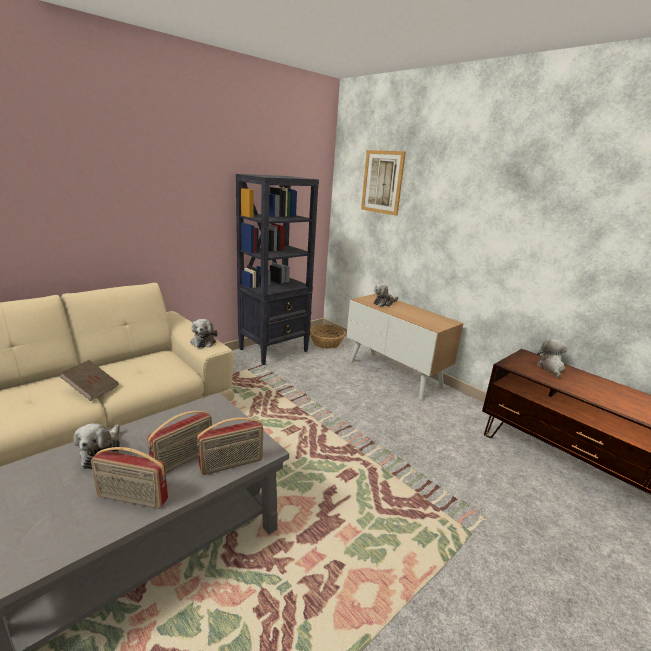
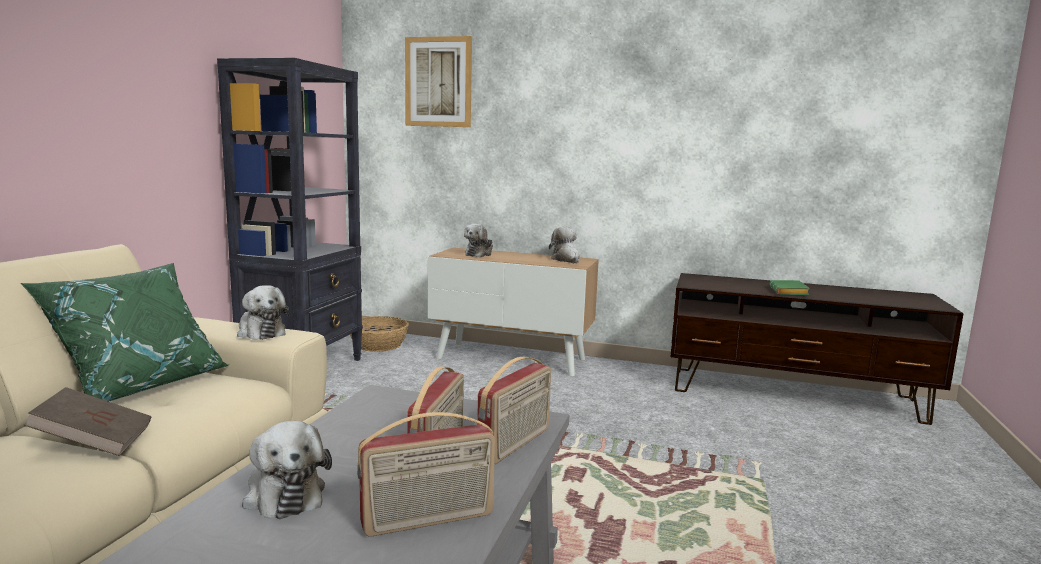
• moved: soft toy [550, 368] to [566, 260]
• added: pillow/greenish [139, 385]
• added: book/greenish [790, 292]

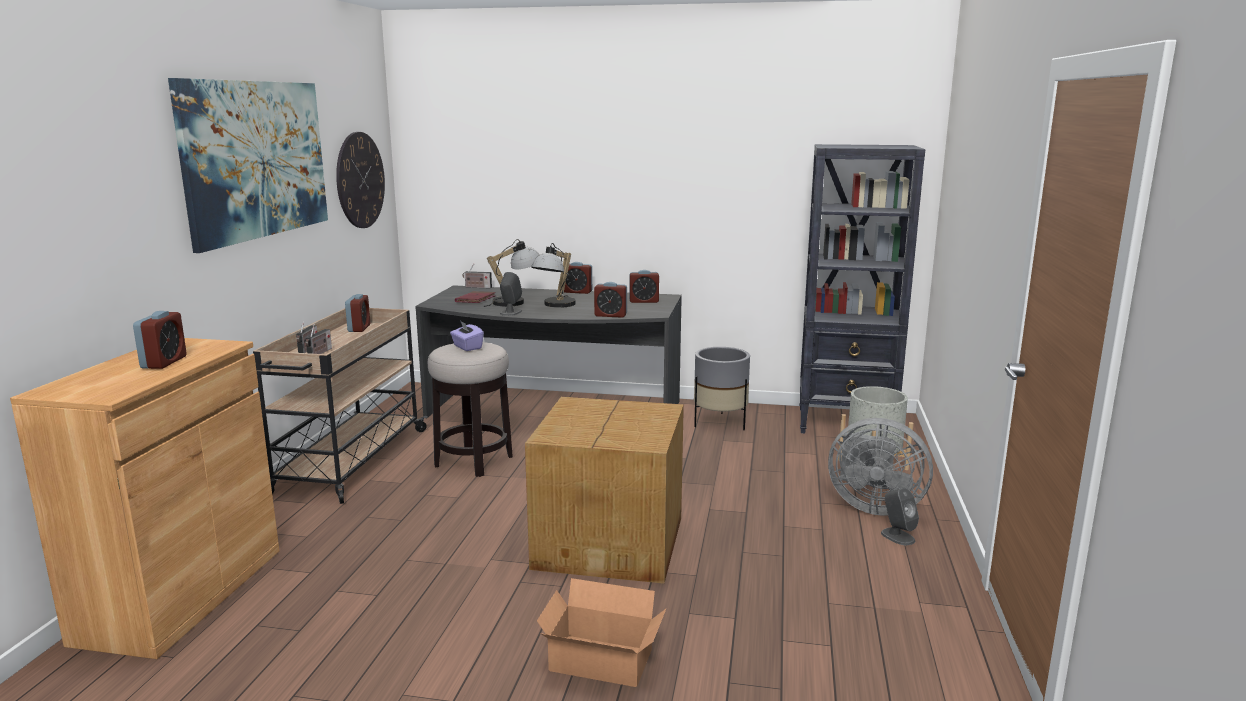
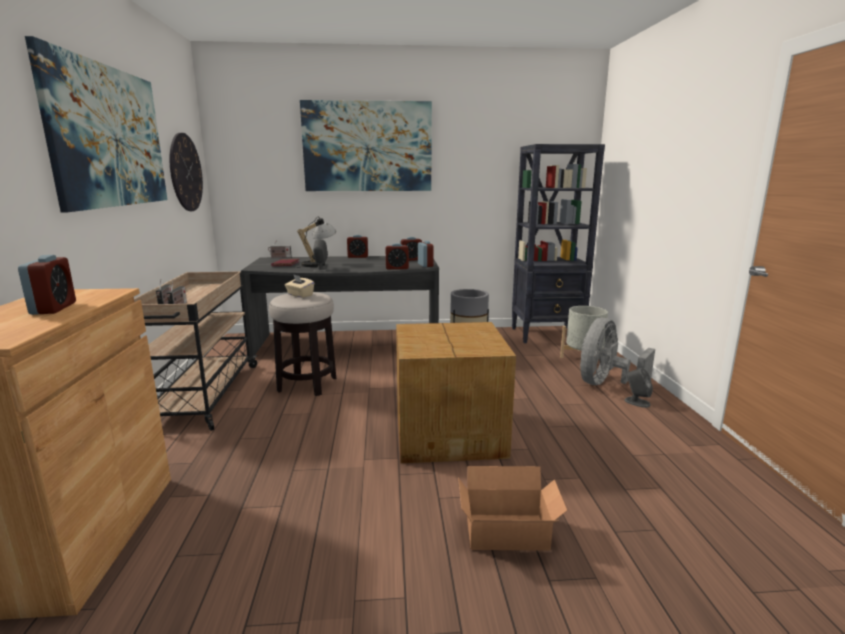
• removed: tabletop lamp [555, 305]
• moved: alarm clock [359, 328] to [425, 265]
• recoloured: box of tissues/purplish [467, 347] to box of tissues/sand-coloured [300, 295]
• turned: electric fan/gray [873, 506] = [605, 384] 120 degrees clockwise
• added: wall art [367, 147]

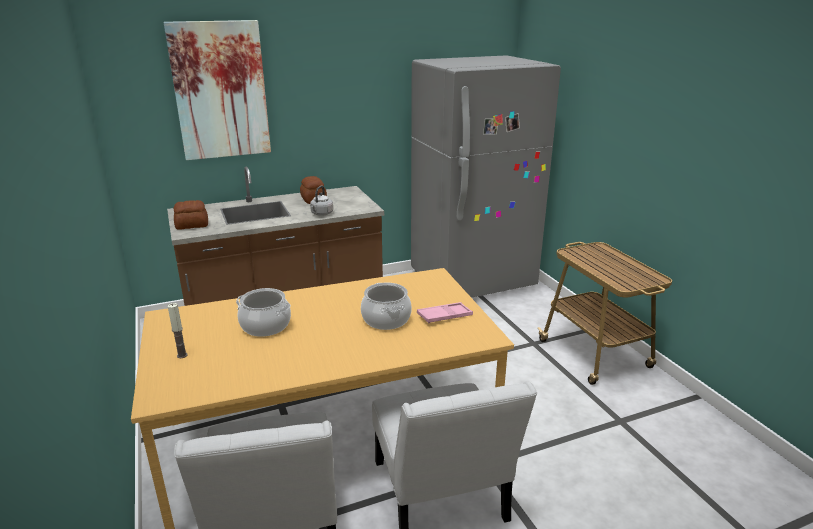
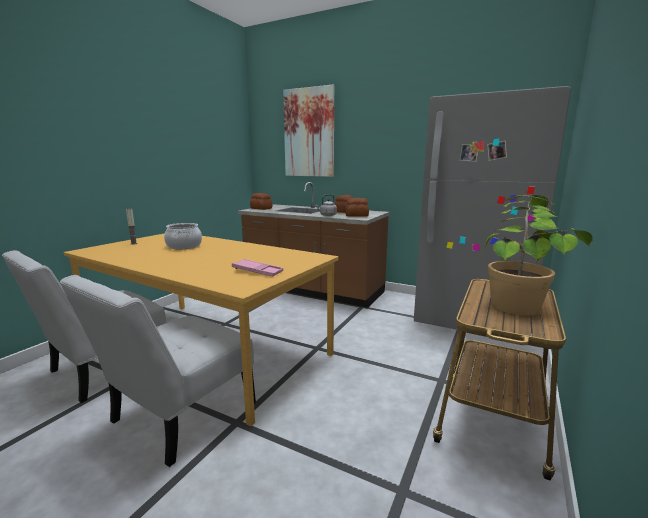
• removed: cooking pot [386, 319]
• added: potted plant [519, 299]
• added: baked bread [357, 215]

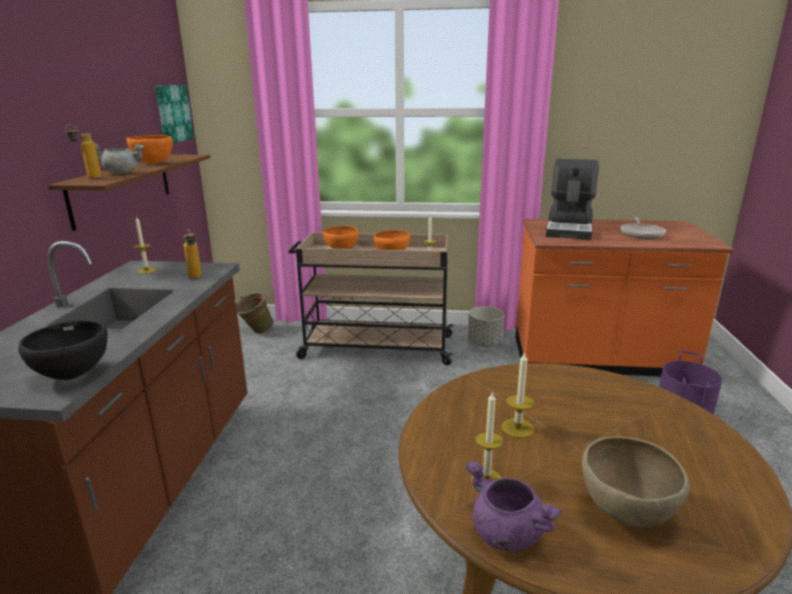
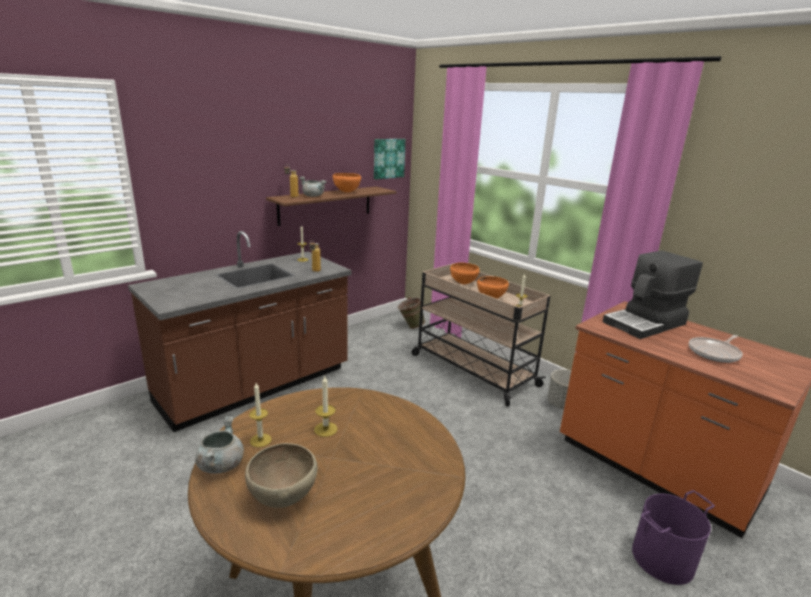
• removed: deep dish/blackish [74, 375]
• recoloured: cooking pot/purplish [505, 533] to cooking pot/gray [220, 464]

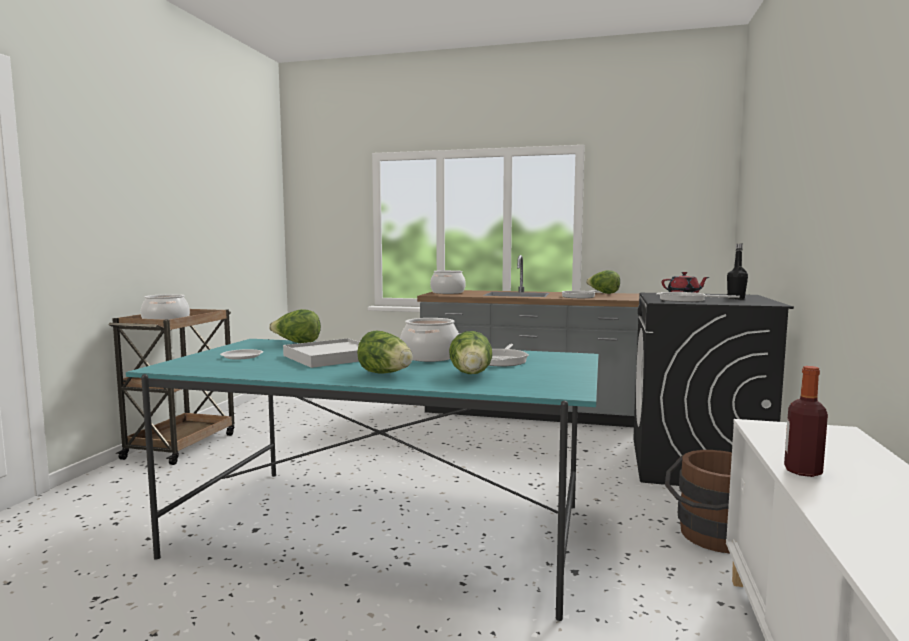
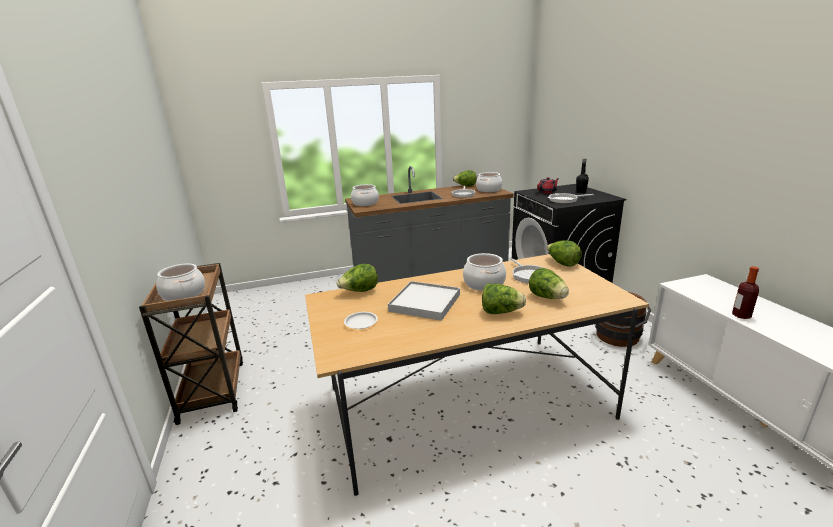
• recoloured: dinner table/blue-green [382, 530] to dinner table/sand-coloured [466, 402]
• added: cooking pot [489, 190]
• added: lettuce [562, 263]

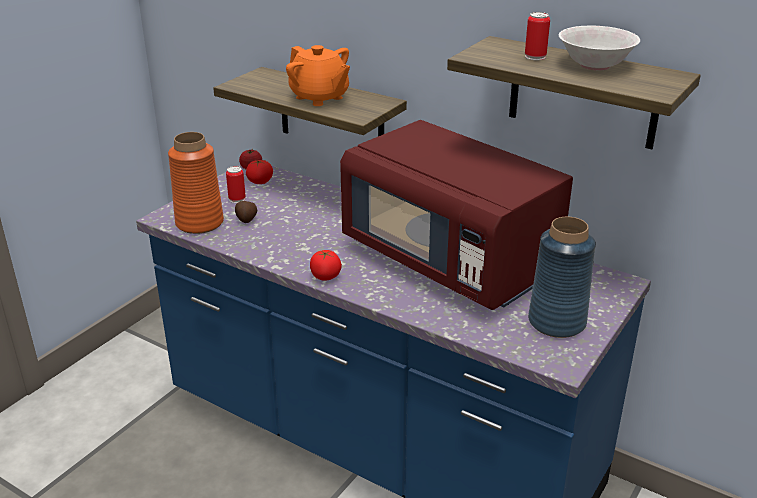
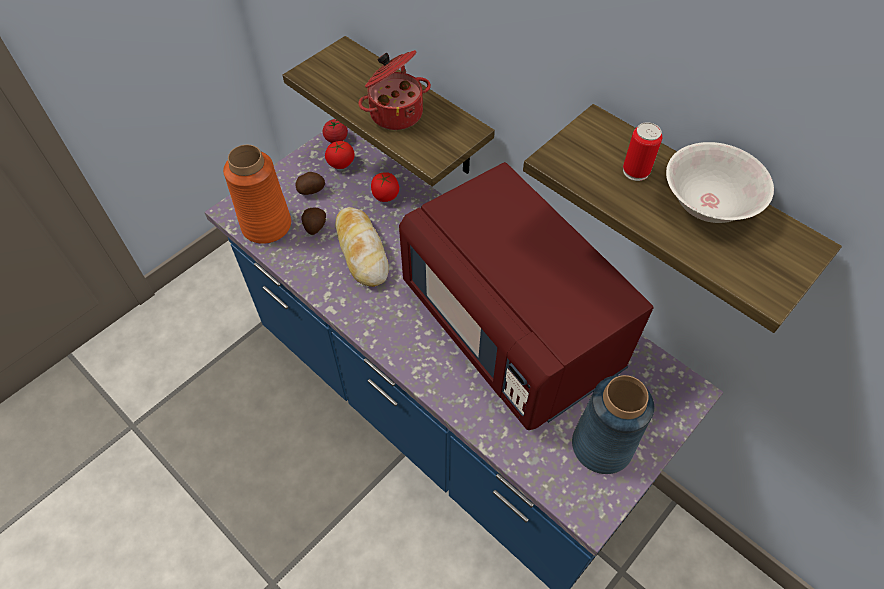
• replaced: tea pot/orange-coloured [319, 97] to cooking pot [395, 112]
• replaced: metal can [237, 199] to whole potato [311, 190]
• moved: whole tomato [325, 276] to [385, 195]
• added: baked bread [361, 251]

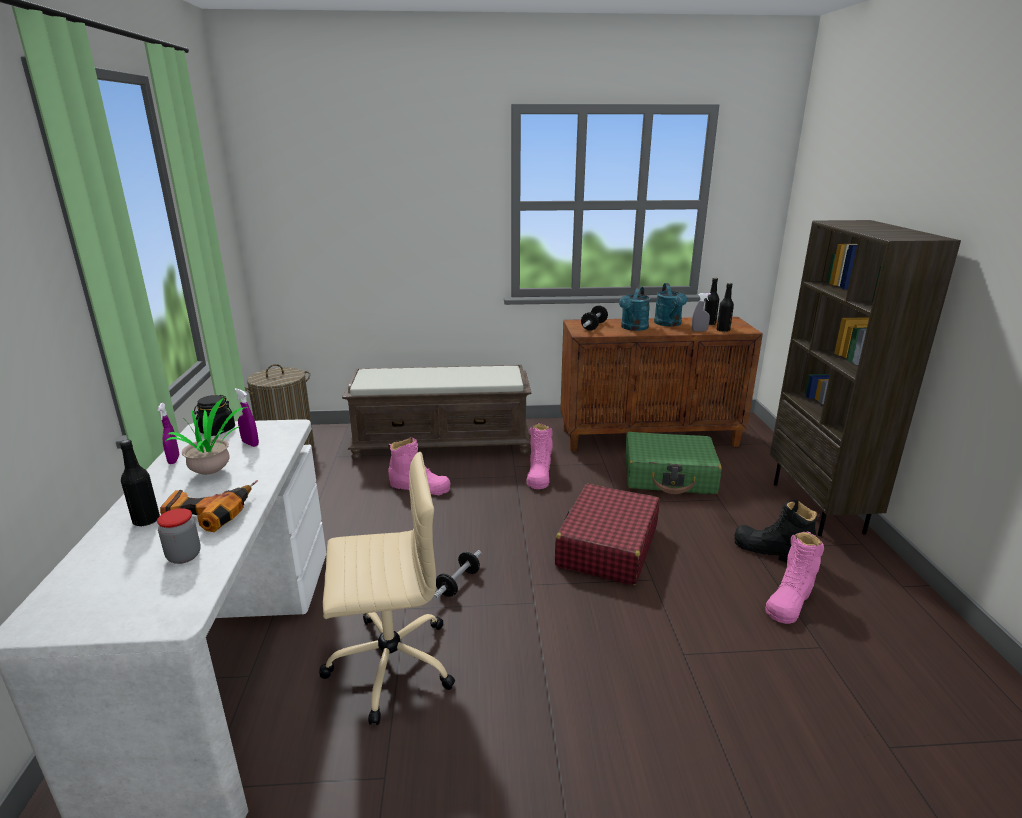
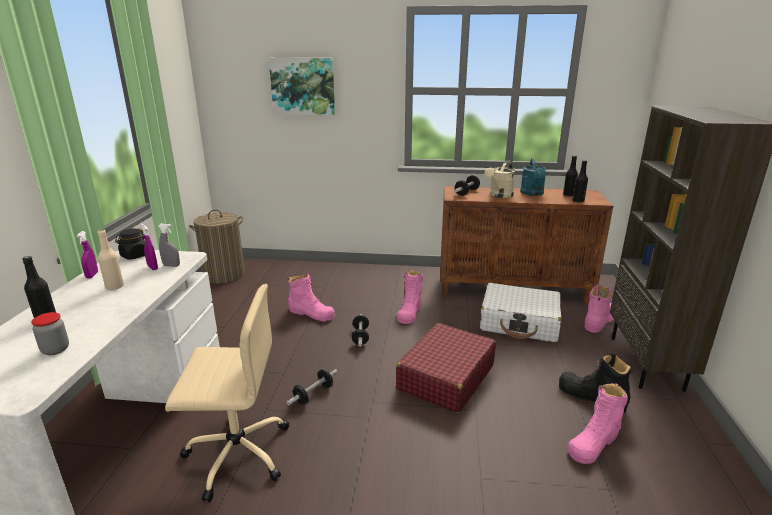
• recoloured: watering can/blue-green [633, 328] to watering can/sand-coloured [499, 195]
• moved: spray bottle/gray [699, 331] to [171, 265]
• removed: bench/brownish [442, 444]
• replaced: potted plant [214, 472] to bottle/sand-coloured [115, 287]
• recoloured: suitcase/greenish [669, 476] to suitcase/whitish [519, 323]
• removed: power drill [210, 511]
• added: wall art [303, 86]
• added: tall boot/pink [600, 321]
• added: dumbbell [360, 336]

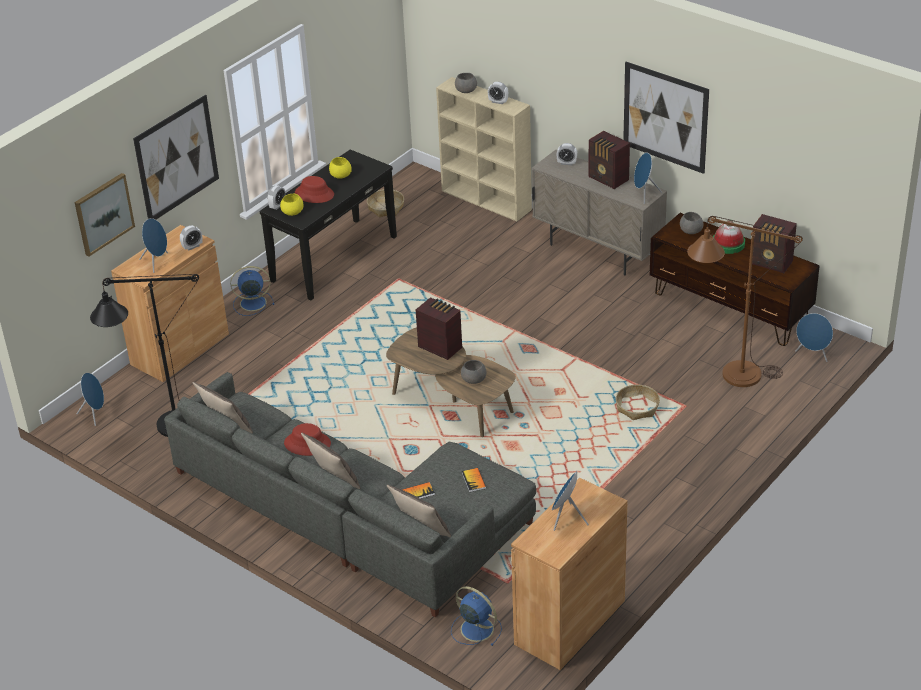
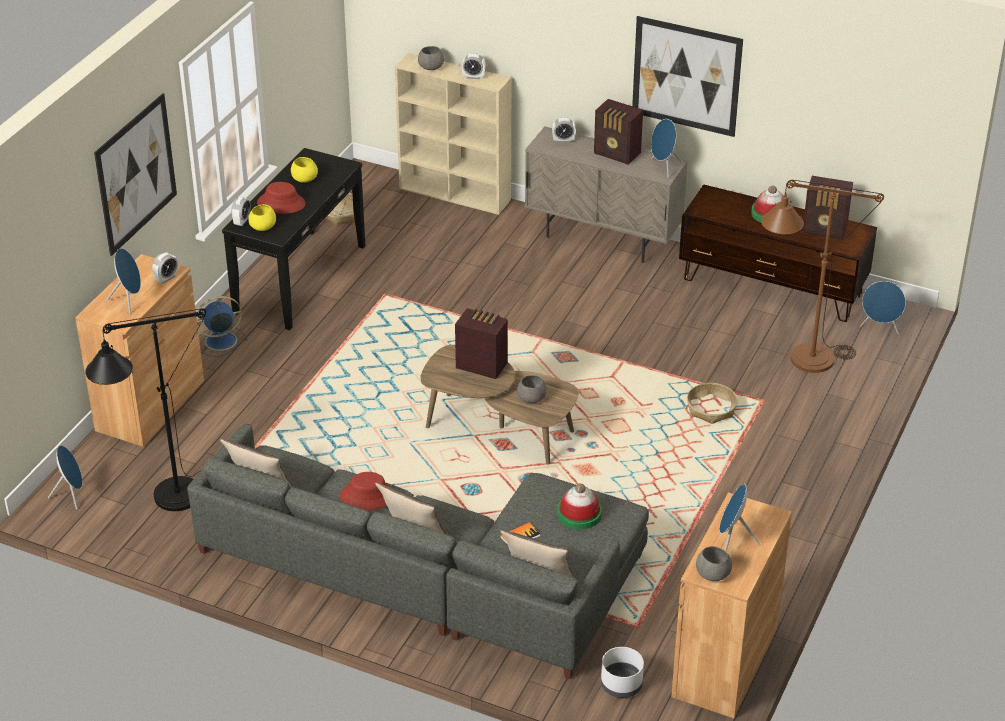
• removed: wall art [103, 213]
• moved: deep dish/gray [690, 230] to [712, 573]
• replaced: book [474, 480] to clothing hat [579, 514]
• replaced: electric fan/blue [475, 628] to plant pot/whitish [621, 685]

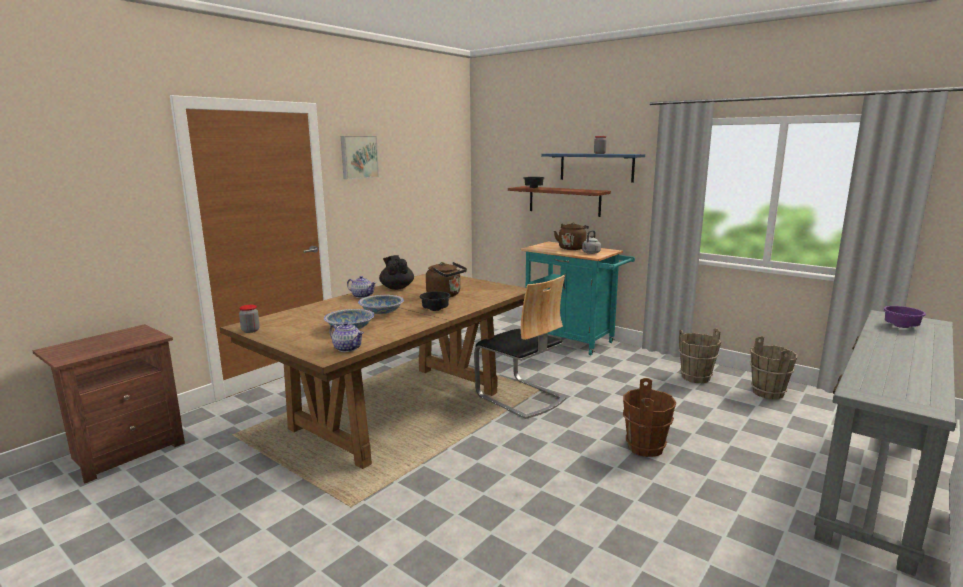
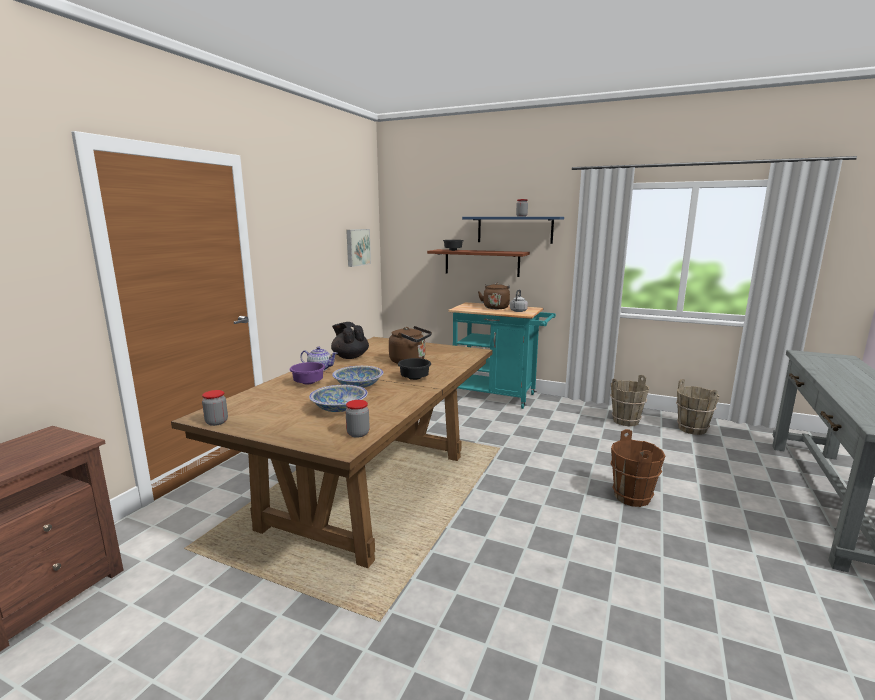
• moved: wall art [358, 157] to [357, 247]
• removed: plain chair [520, 397]
• moved: deep dish/purplish [902, 327] to [309, 383]
• replaced: tea pot [347, 348] to storage jar [358, 433]

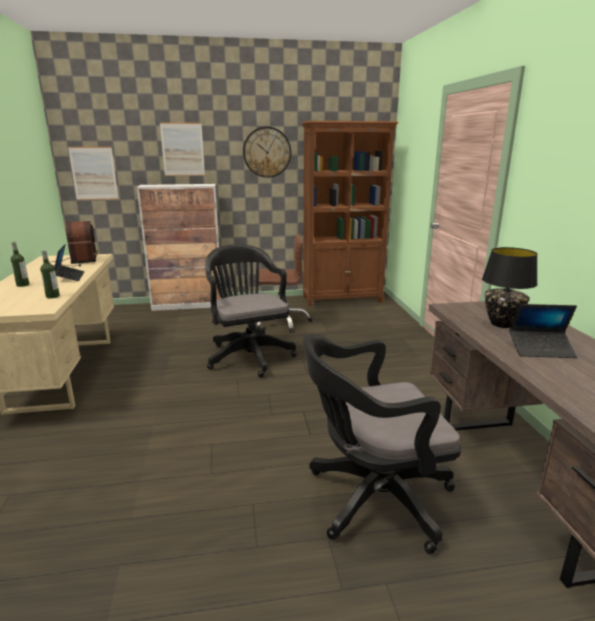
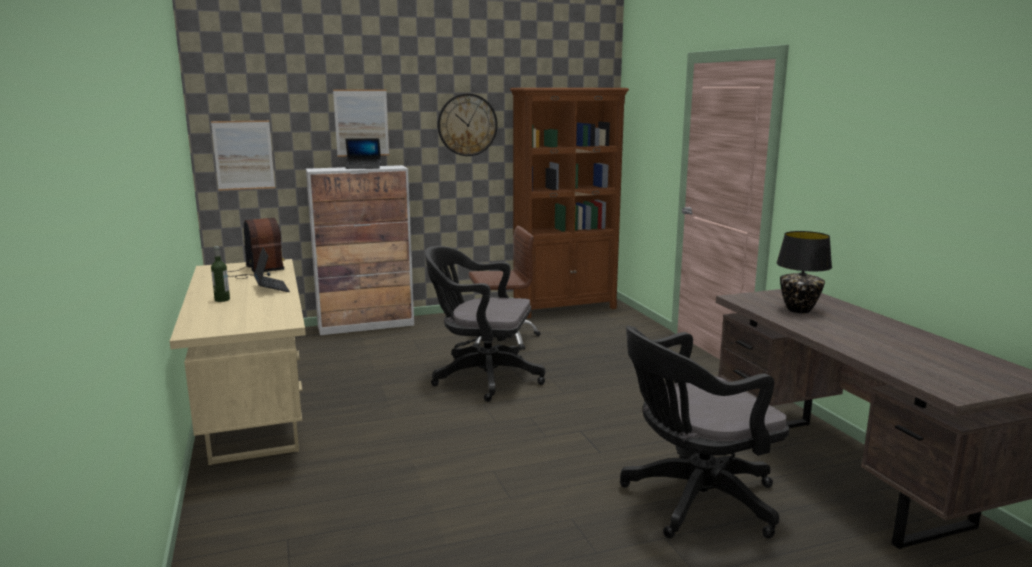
• turned: office chair/blackish [248, 355] = [481, 378] 45 degrees counterclockwise
• removed: bottle [52, 296]
• moved: laptop [541, 349] to [363, 167]

